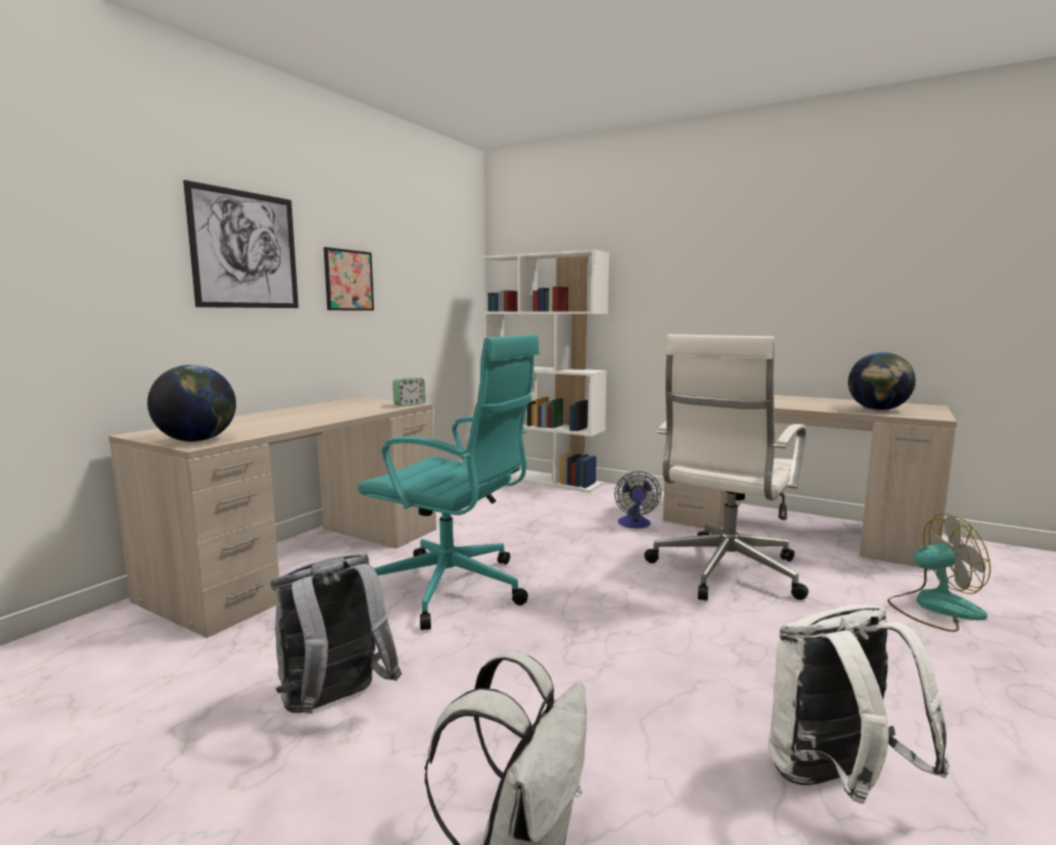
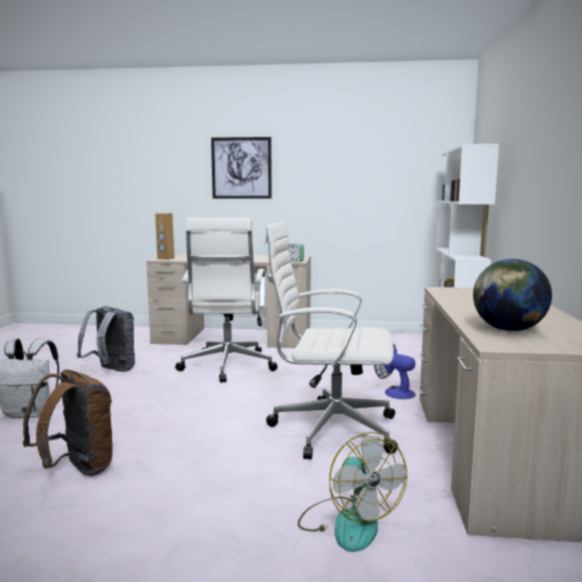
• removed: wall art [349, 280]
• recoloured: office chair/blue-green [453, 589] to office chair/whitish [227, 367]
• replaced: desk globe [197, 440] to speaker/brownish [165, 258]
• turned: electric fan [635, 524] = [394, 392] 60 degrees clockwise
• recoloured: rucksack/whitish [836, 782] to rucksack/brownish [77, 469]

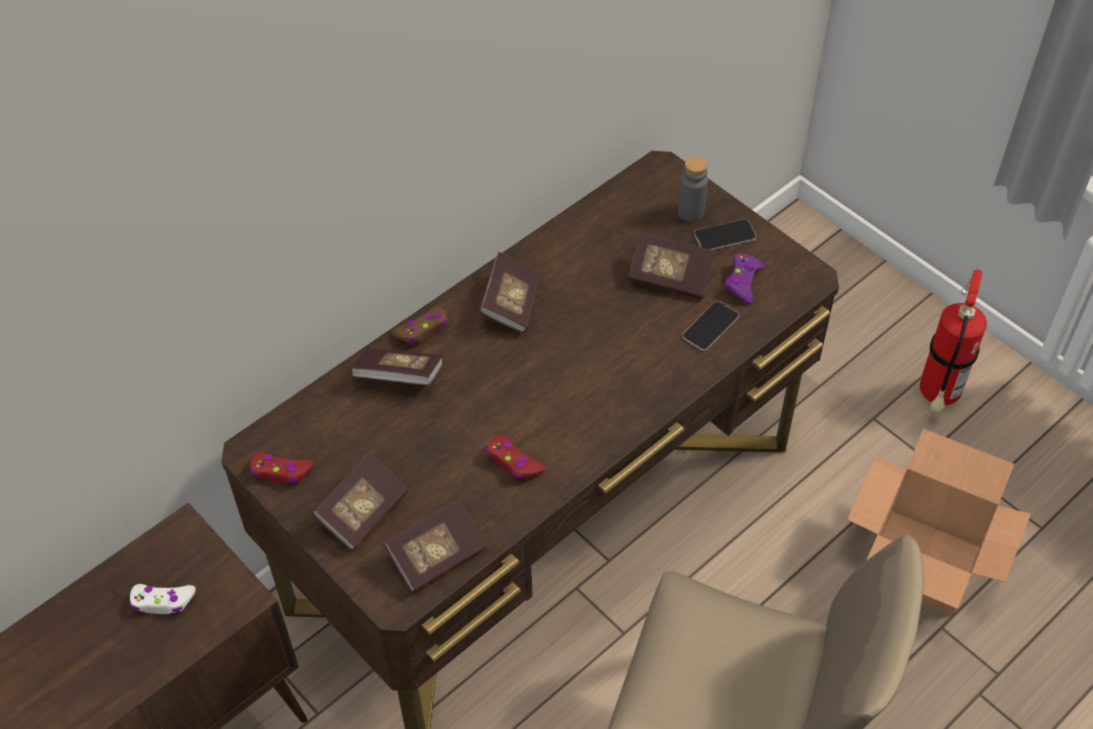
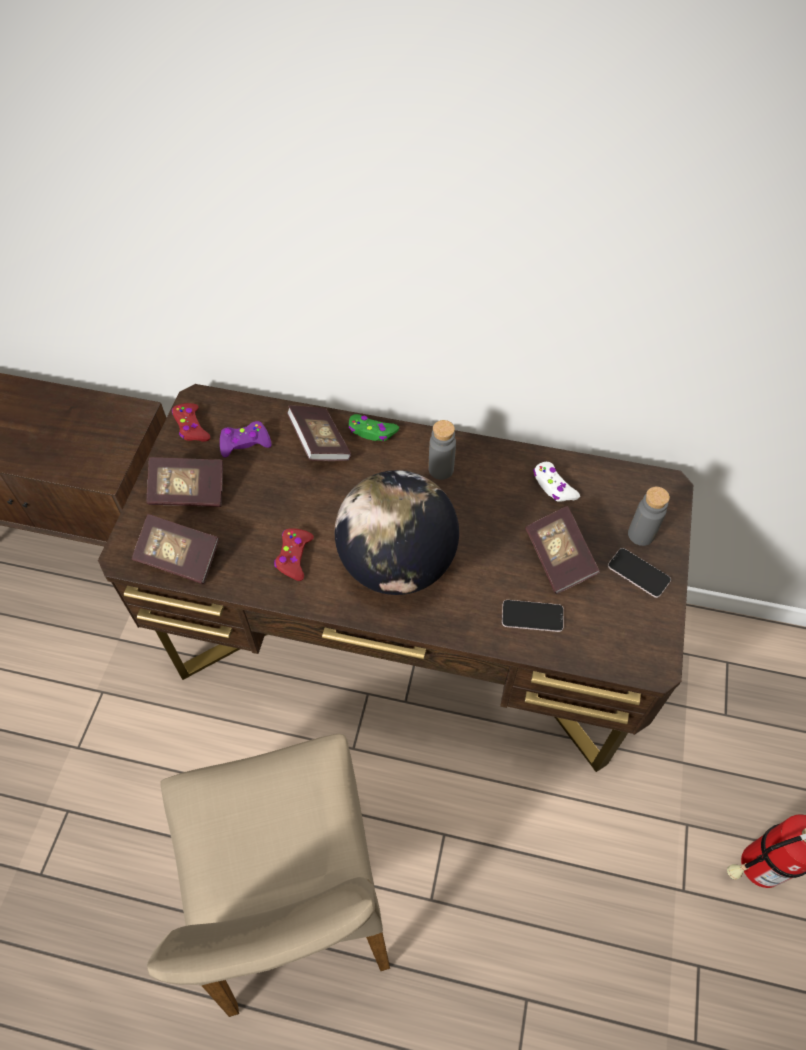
• replaced: book [511, 304] to bottle/gray [441, 469]
• moved: joypad/purplish [743, 282] to [245, 443]
• recoloured: joypad/brownish [422, 330] to joypad/greenish [372, 431]
• removed: cardboard box [923, 562]
• moved: joypad/whitish [163, 602] to [553, 486]
• added: desk globe [396, 563]

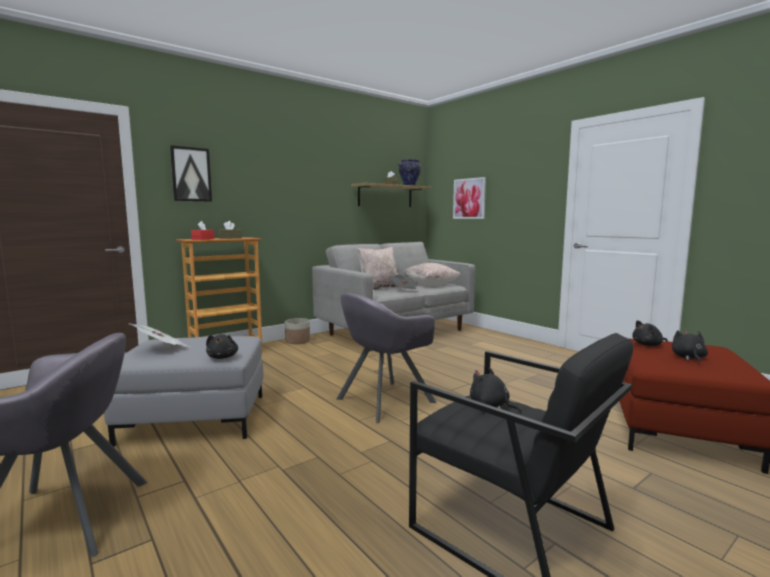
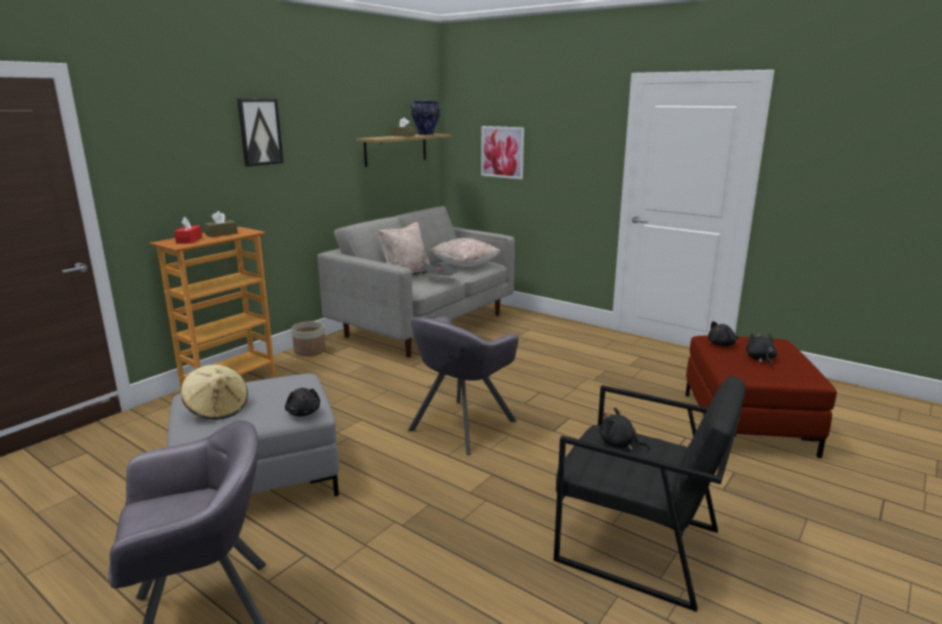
• moved: wall art [191, 174] to [260, 132]
• replaced: daily paper [162, 349] to clothing hat/sand-coloured [217, 409]

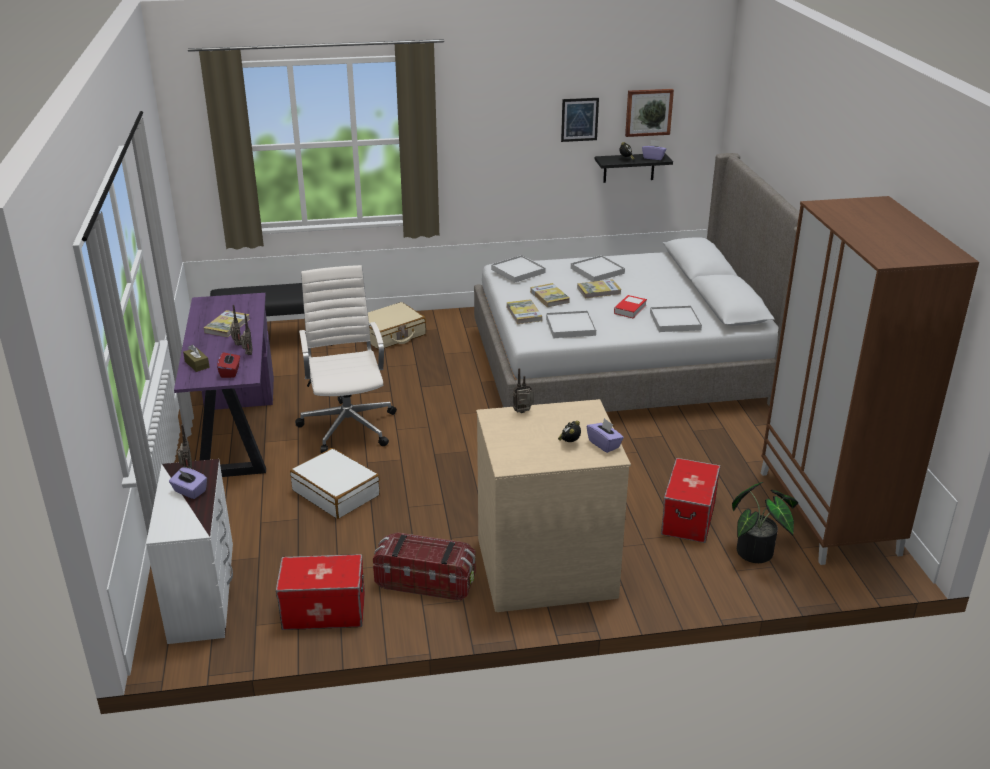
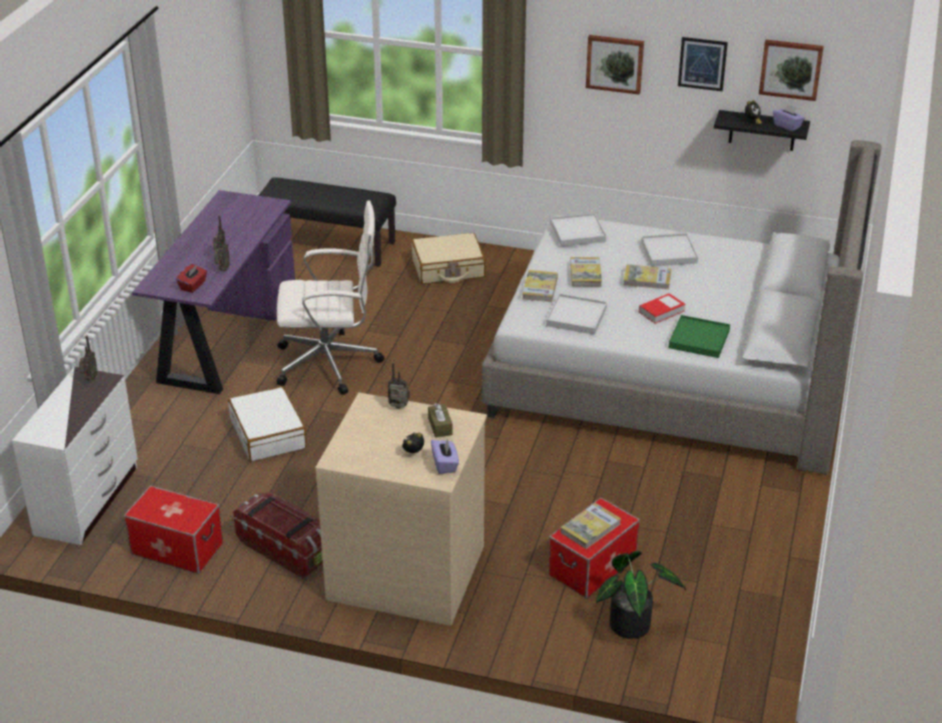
• removed: clothes cupboard/brownish [828, 513]
• turned: office chair/whitish [348, 425] = [330, 364] 75 degrees clockwise
• recoloured: serving tray/whitish [675, 321] to serving tray/greenish [699, 339]
• moved: book [227, 326] to [590, 528]
• moved: box of tissues/brownish [197, 364] to [440, 426]
• removed: box of tissues/purplish [189, 491]
• added: wall art [615, 63]

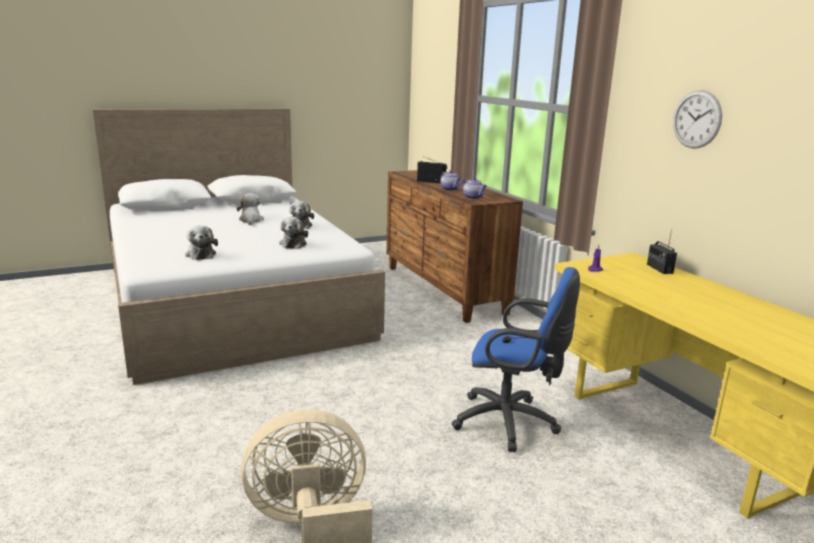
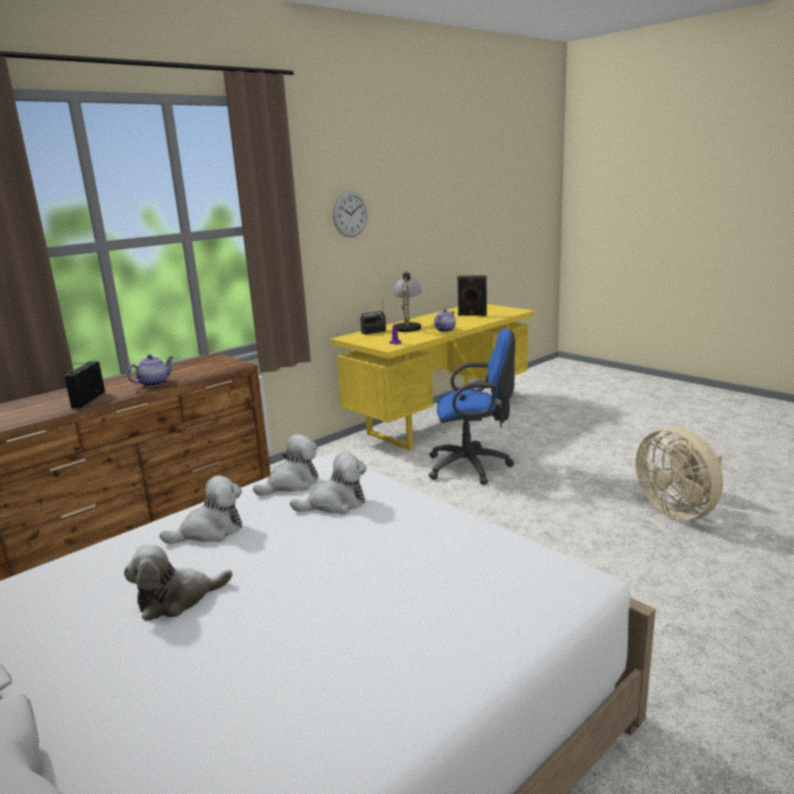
• moved: tea pot [473, 197] to [445, 330]
• moved: soft toy [200, 254] to [291, 484]
• turned: office chair/blue [510, 423] = [473, 467] 90 degrees clockwise
• added: tabletop lamp [408, 327]
• added: speaker/blackish [472, 315]

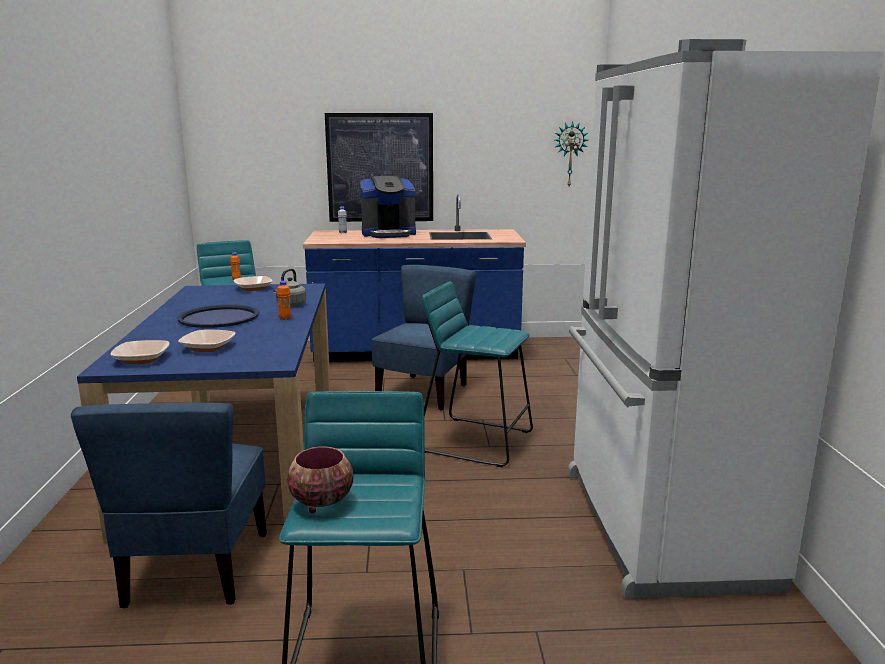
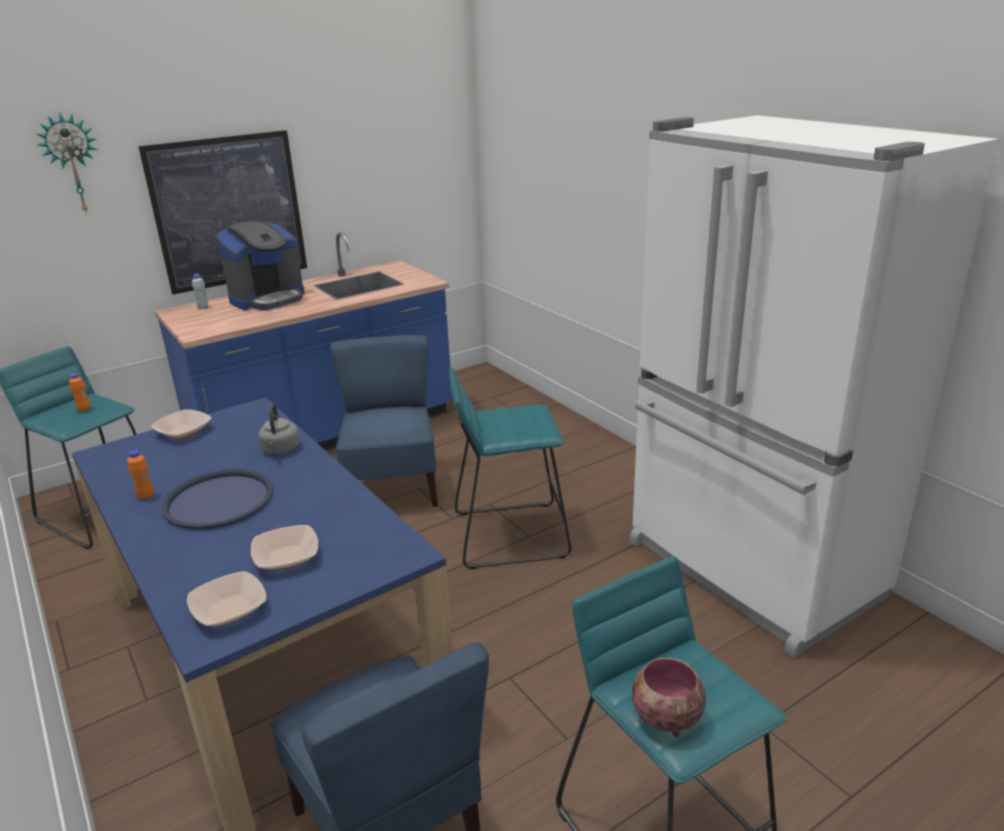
• moved: wall clock [570, 154] to [72, 164]
• moved: bottle/orange-coloured [285, 318] to [146, 496]

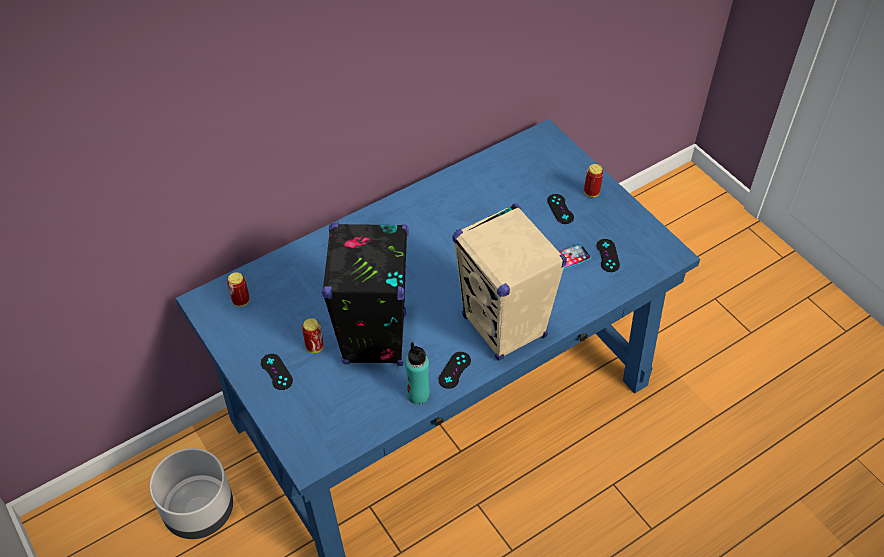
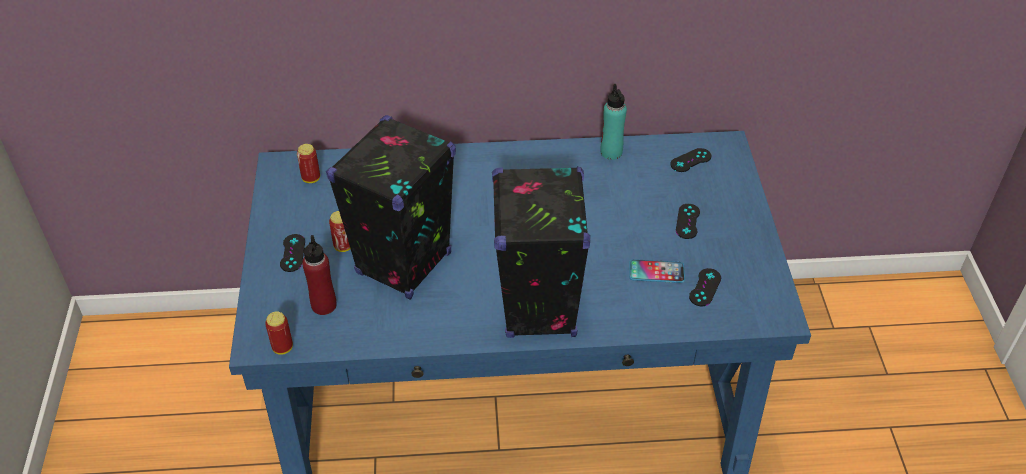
• moved: metal can [591, 193] to [282, 347]
• recoloured: speaker/sand-coloured [504, 327] to speaker/blackish [539, 309]
• moved: bottle/blue-green [418, 395] to [611, 152]
• moved: joypad/blackish [454, 370] to [690, 160]
• removed: plant pot/gray [199, 510]
• added: bottle/red [324, 305]

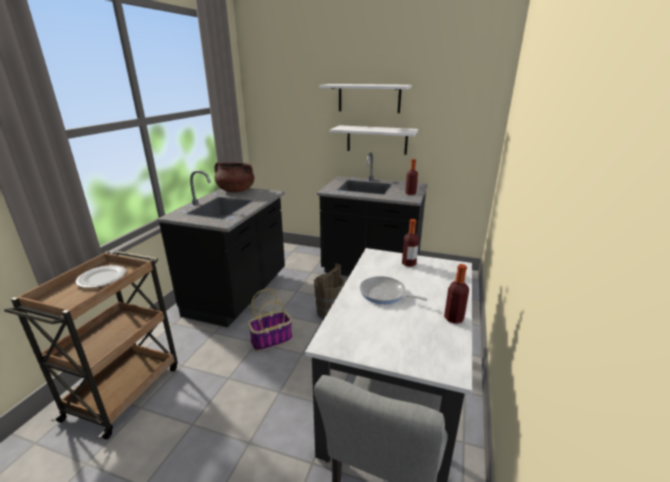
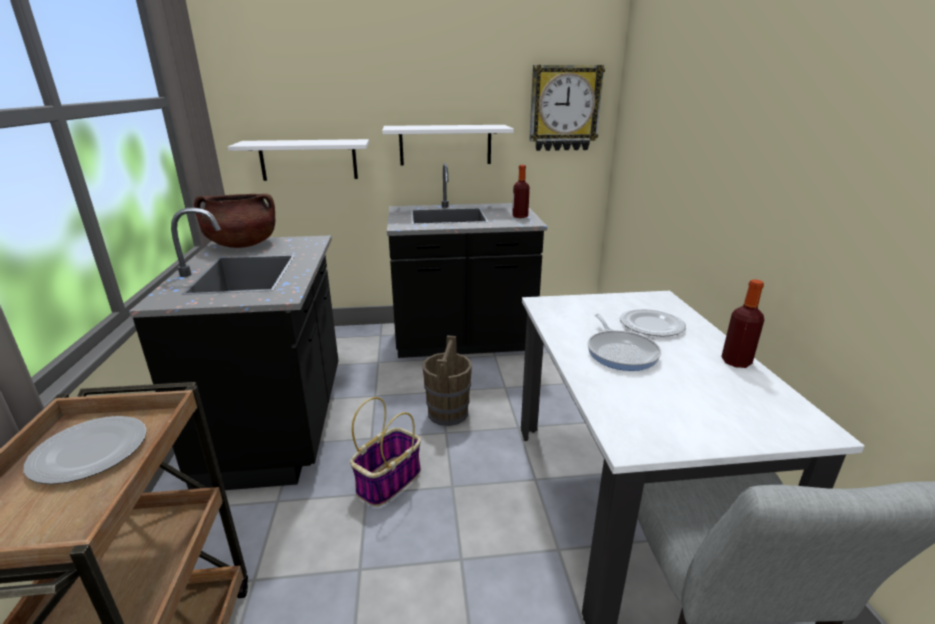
• moved: wall shelf/whitish [369, 98] to [308, 160]
• removed: bottle [409, 263]
• turned: frying pan [385, 294] = [621, 352] 105 degrees counterclockwise
• added: wall clock [564, 108]
• added: flat dish [652, 324]

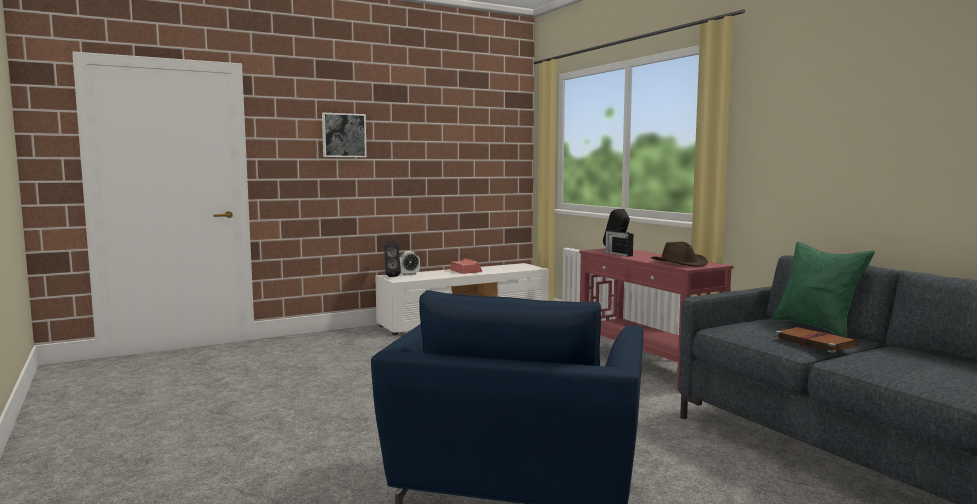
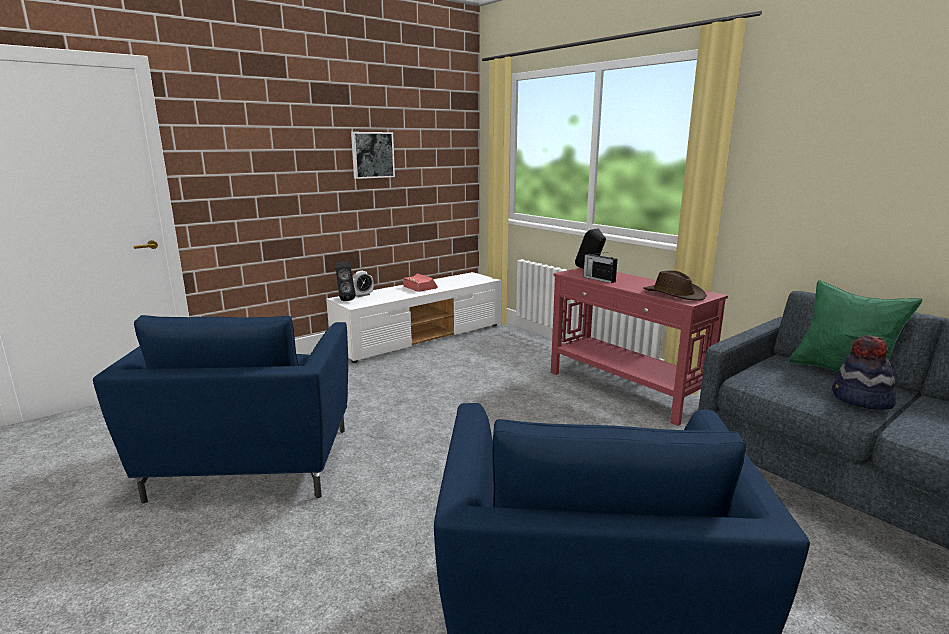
• moved: wall art [343, 135] to [372, 155]
• replaced: book/brownish [813, 342] to clothing hat [861, 400]
• added: armchair/blue [250, 465]

